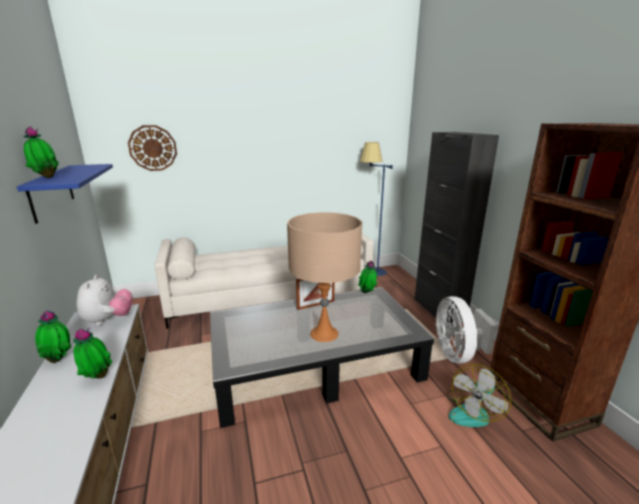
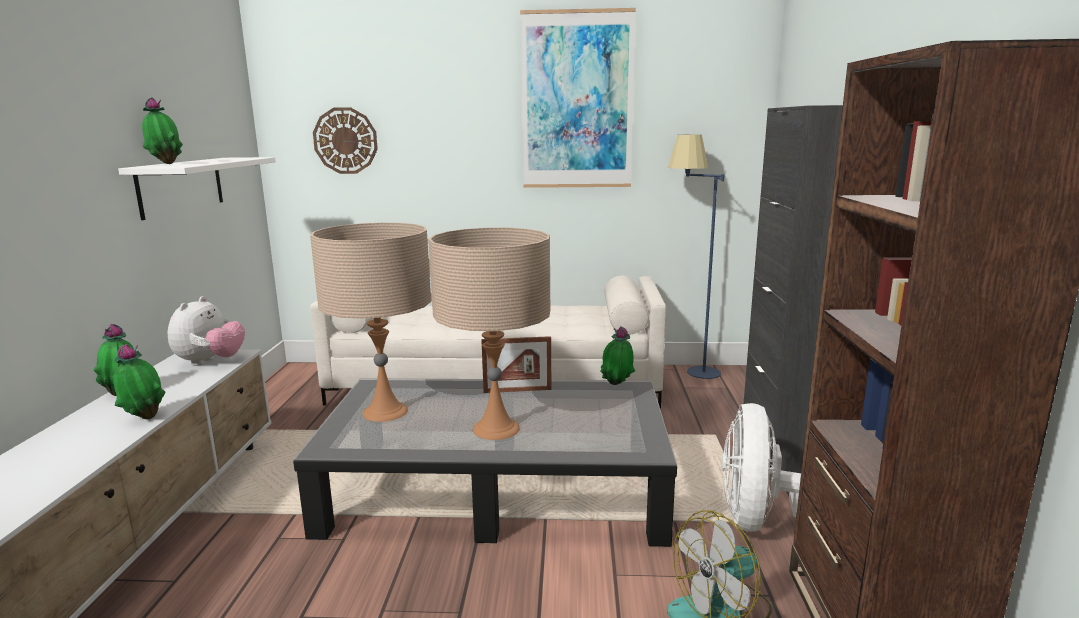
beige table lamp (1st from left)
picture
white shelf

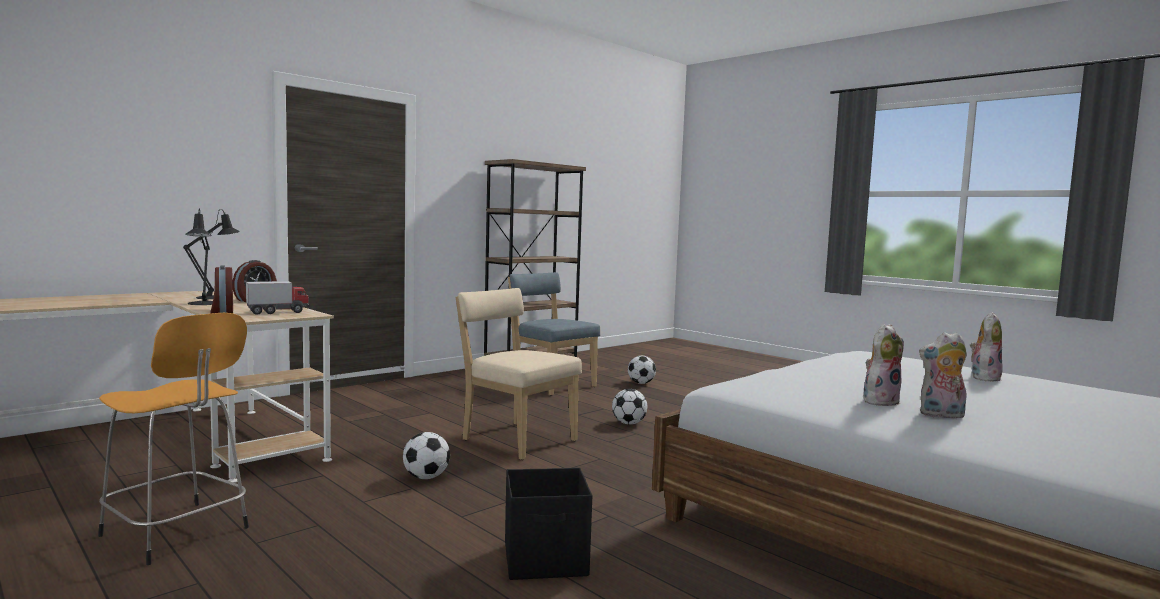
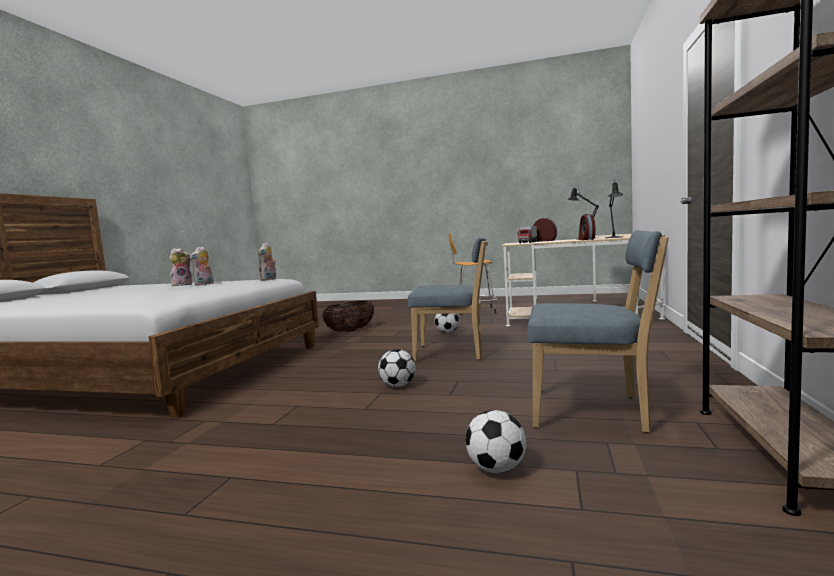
plush toy (3rd from left)
basket
blue chair (1st from left)

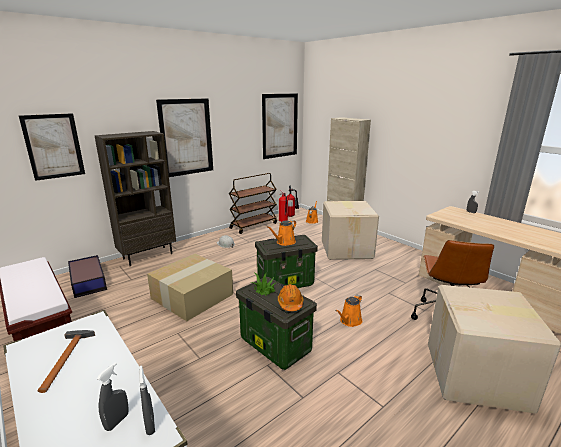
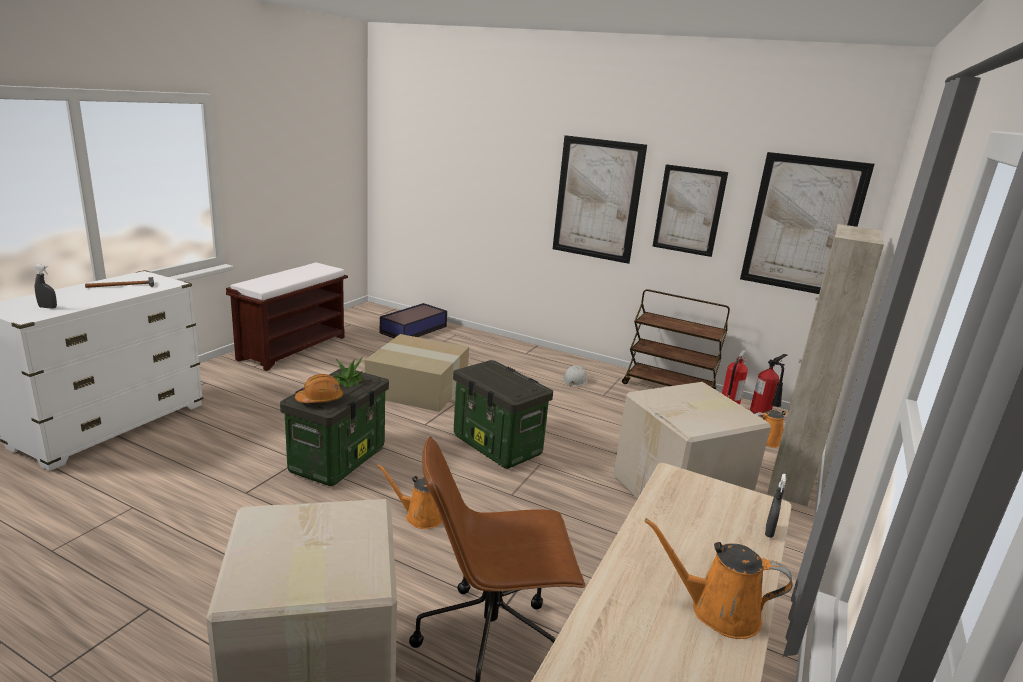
brown bookcase
grey spray bottle (2nd from left in the first image)
picture (2nd from left)
orange watering can (2nd from left)

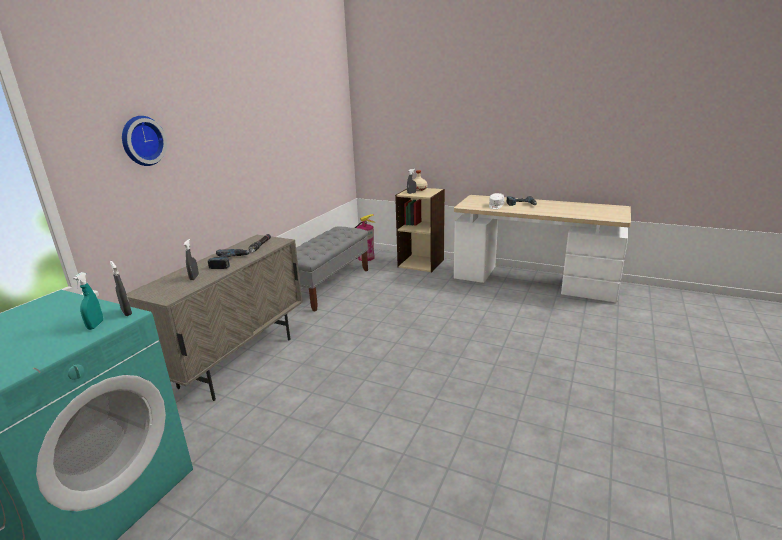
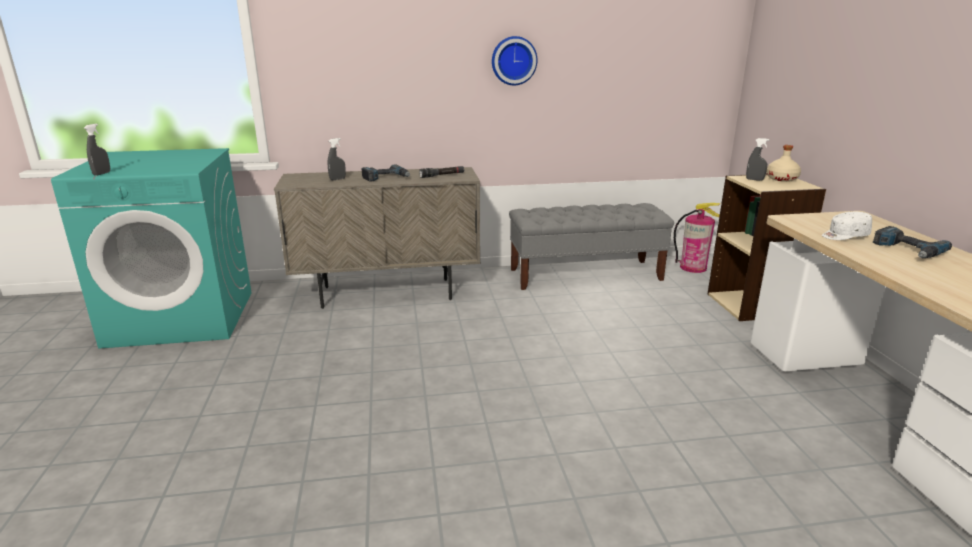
turquoise spray bottle
grey spray bottle (1st from left)
wall clock

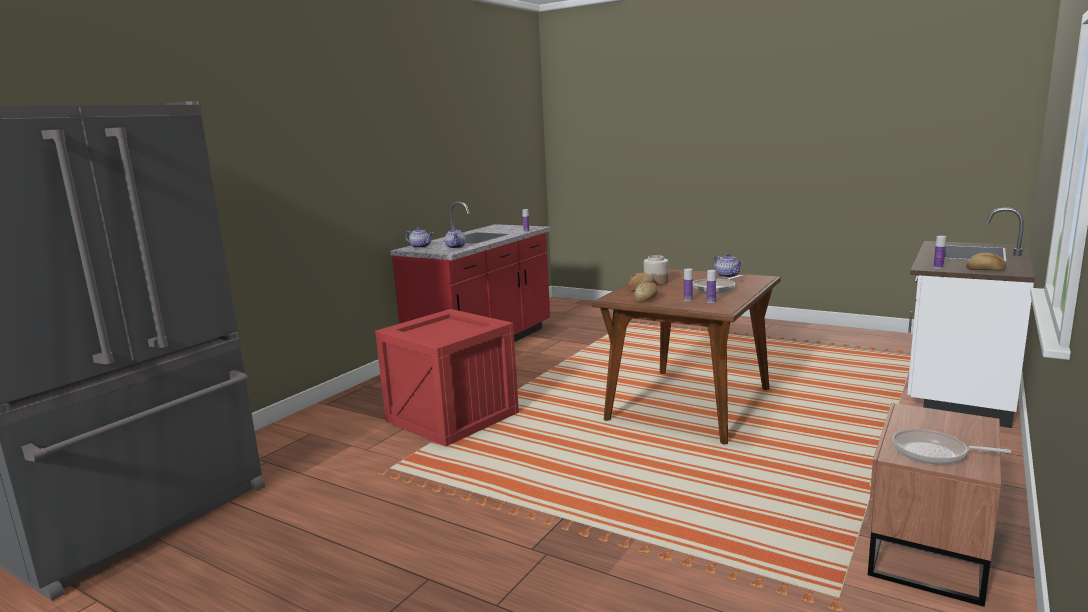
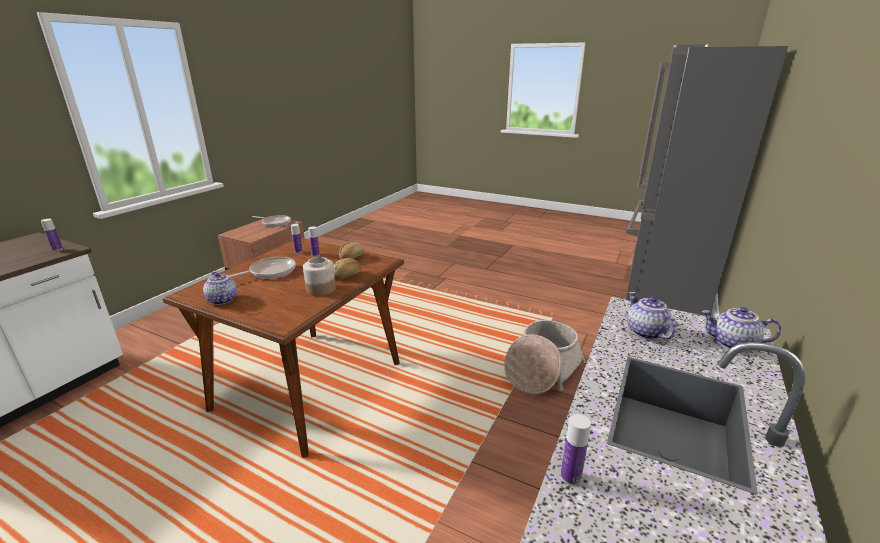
bread (3rd from left in the first image)
basket

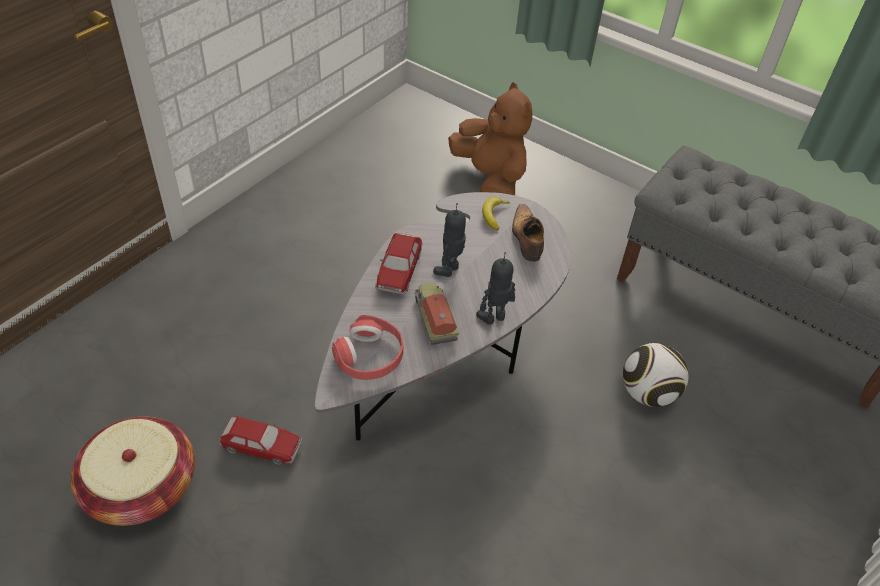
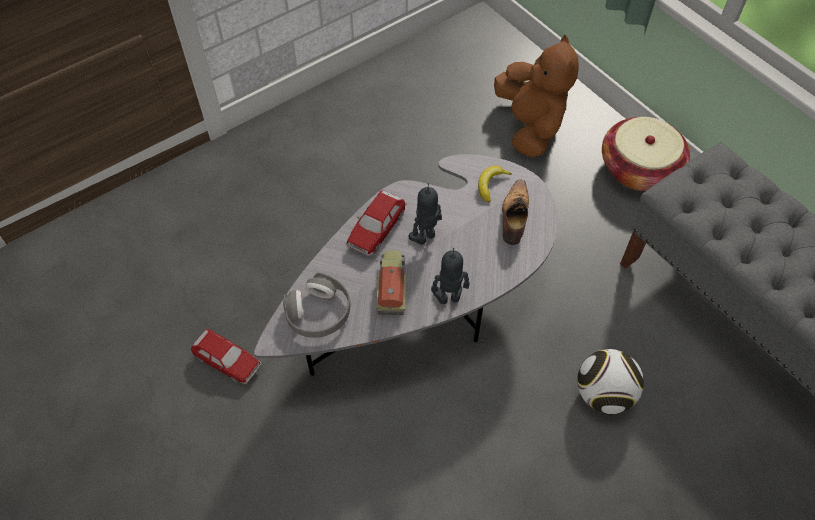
basket
grey headphones

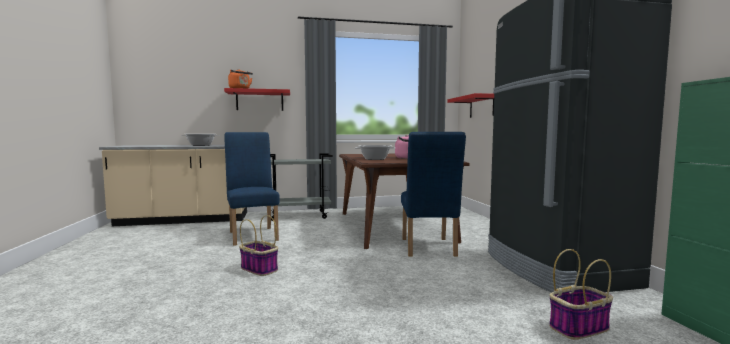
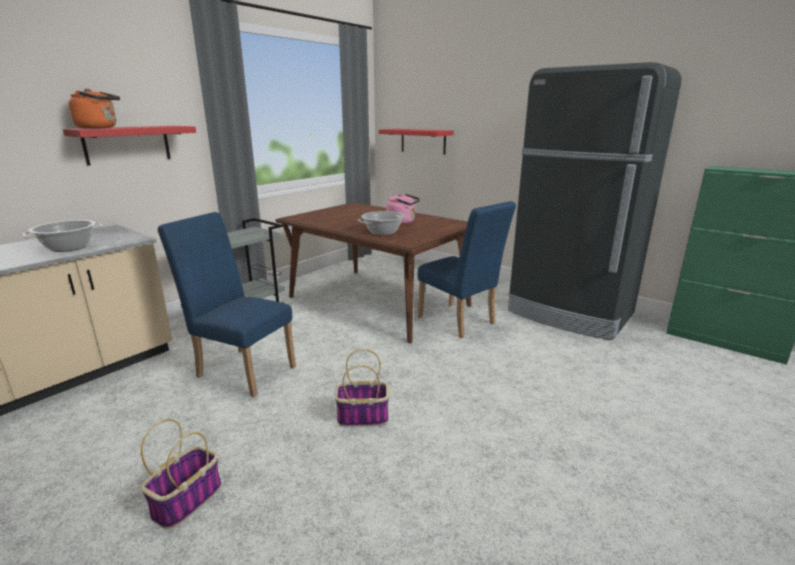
basket (1st from left)

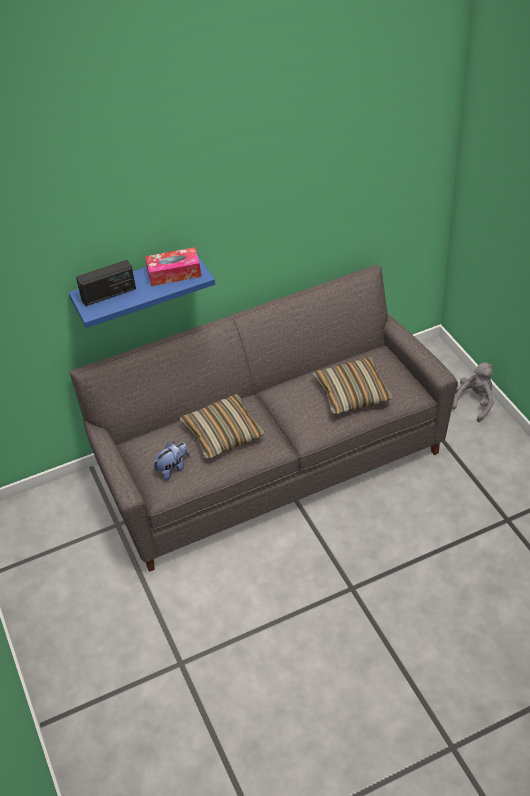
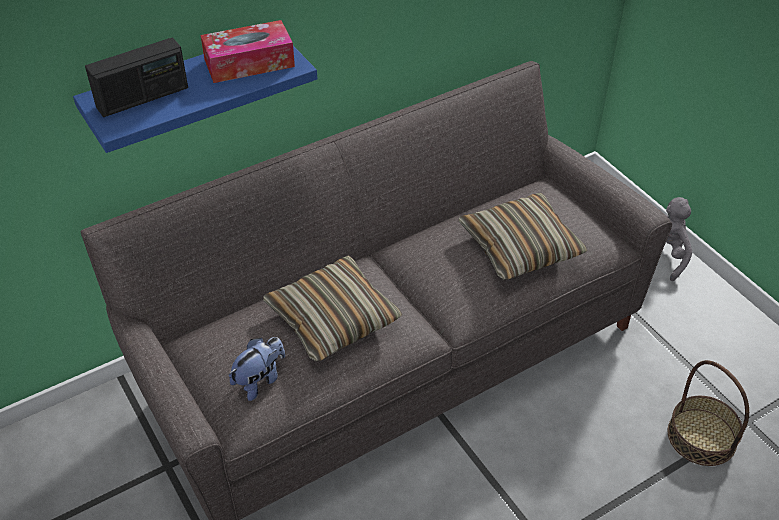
basket

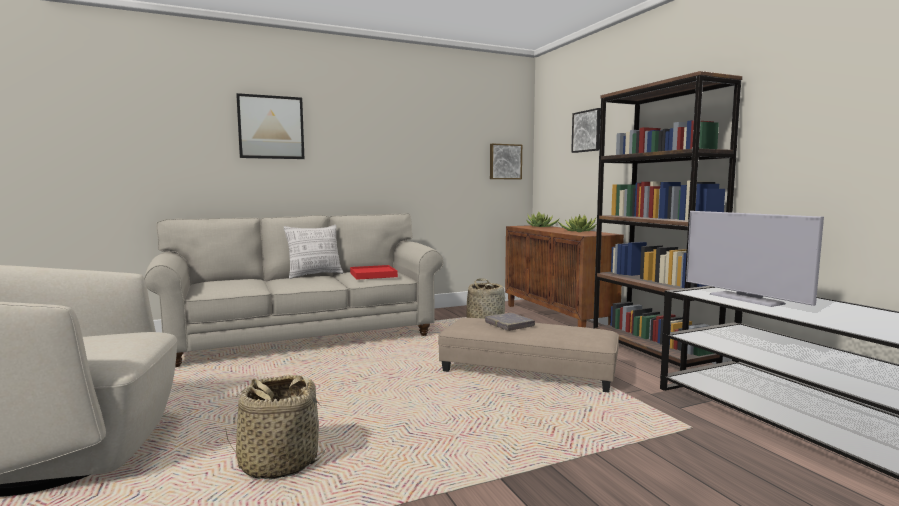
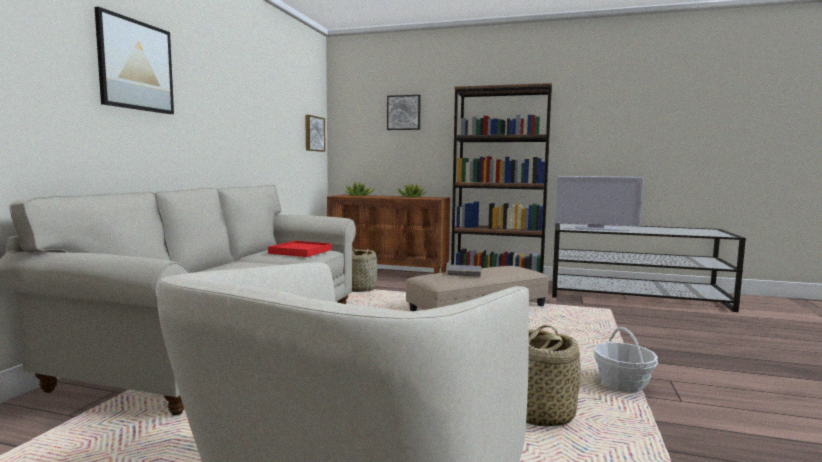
pillow
basket (3rd from left)

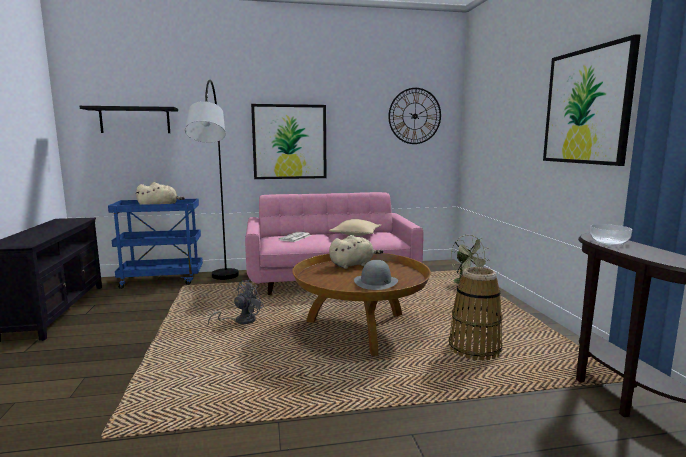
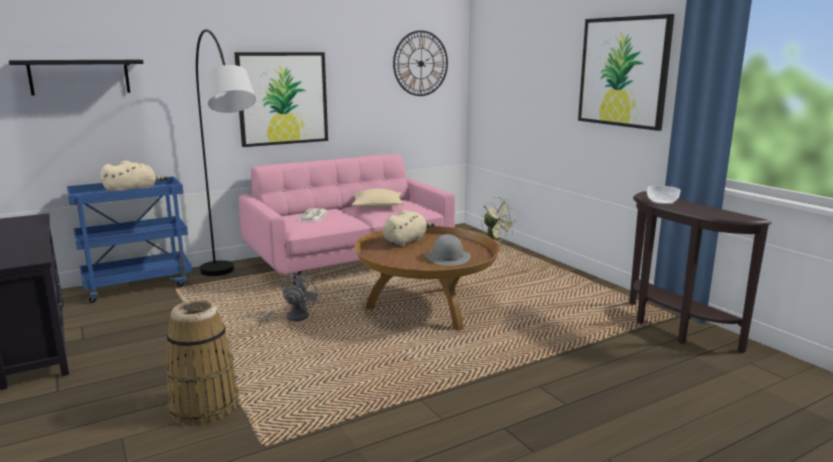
basket

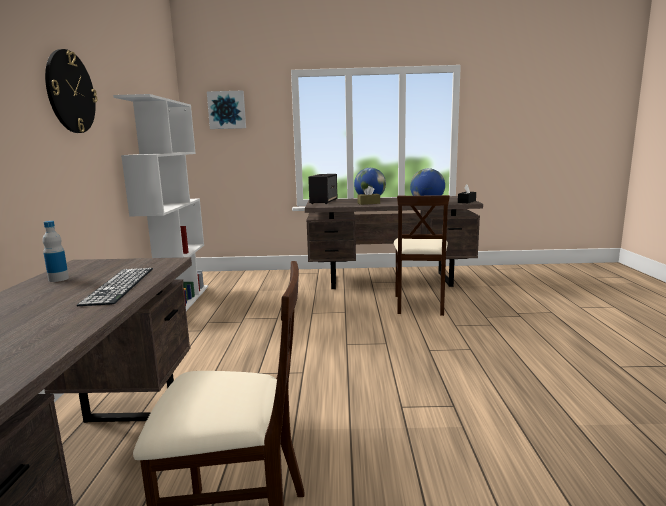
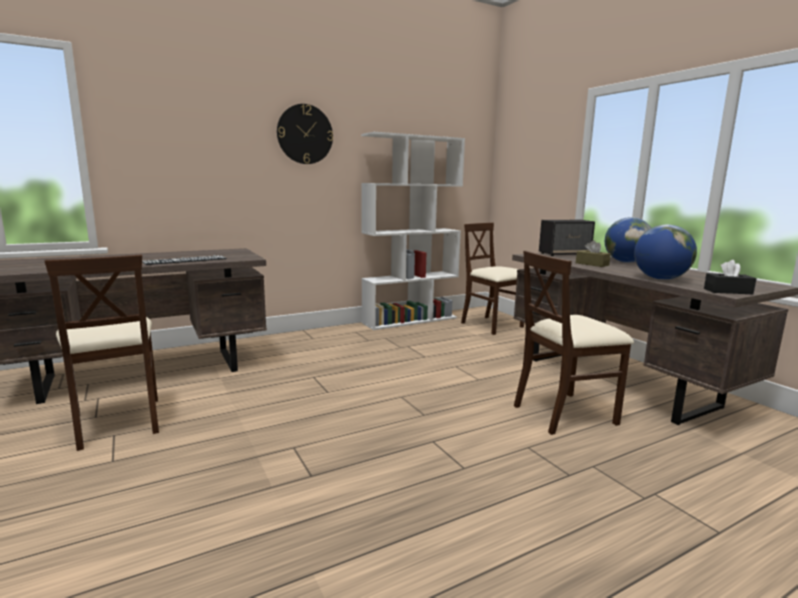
bottle
picture
beige chair (2nd from left)

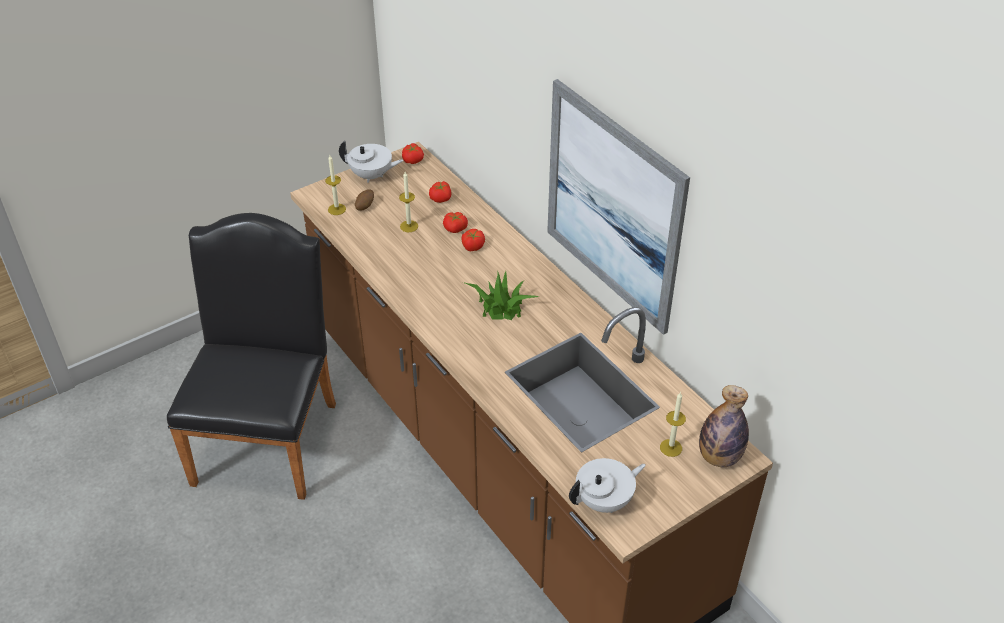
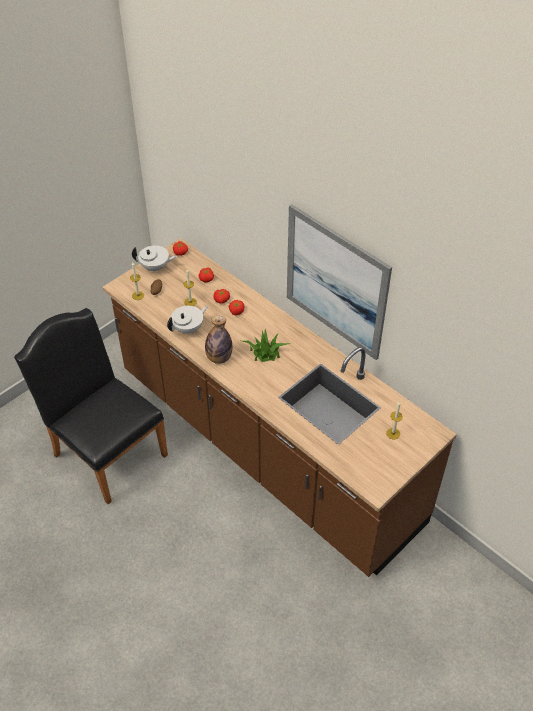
white teapot (2nd from left)
bottle
black chair

